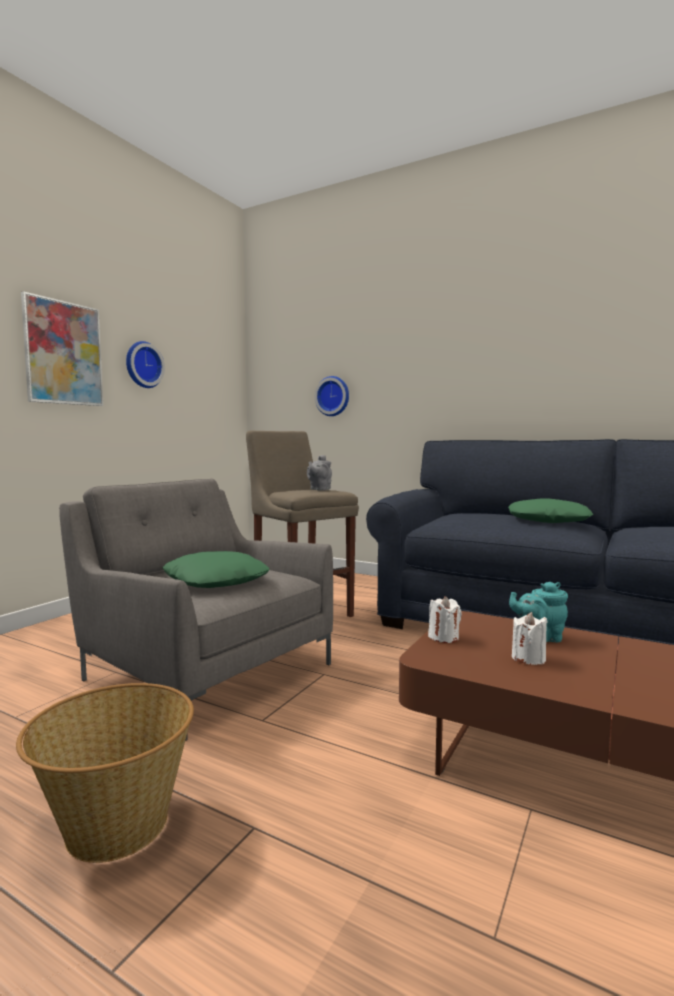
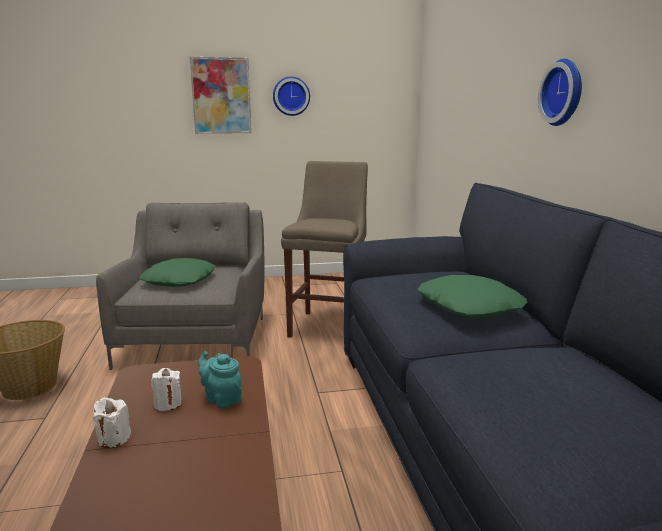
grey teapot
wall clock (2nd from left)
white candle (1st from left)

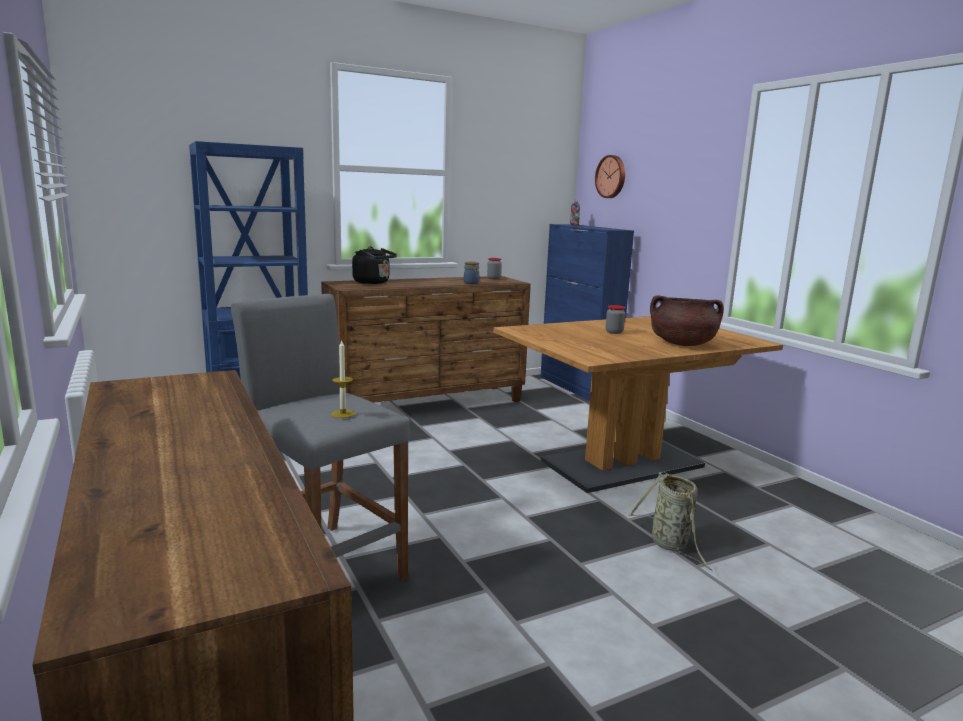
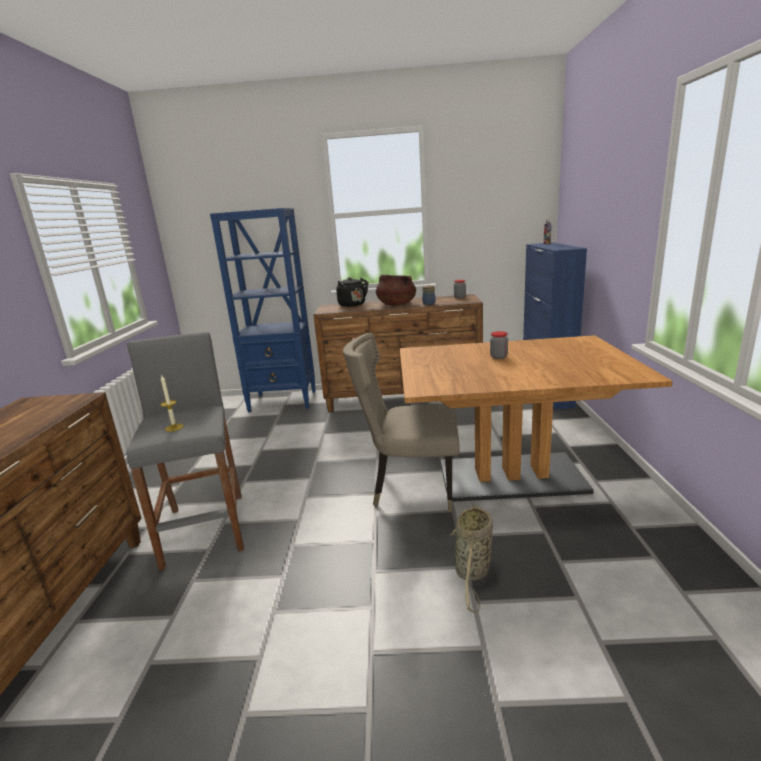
wall clock
beige chair
brown cooking pot

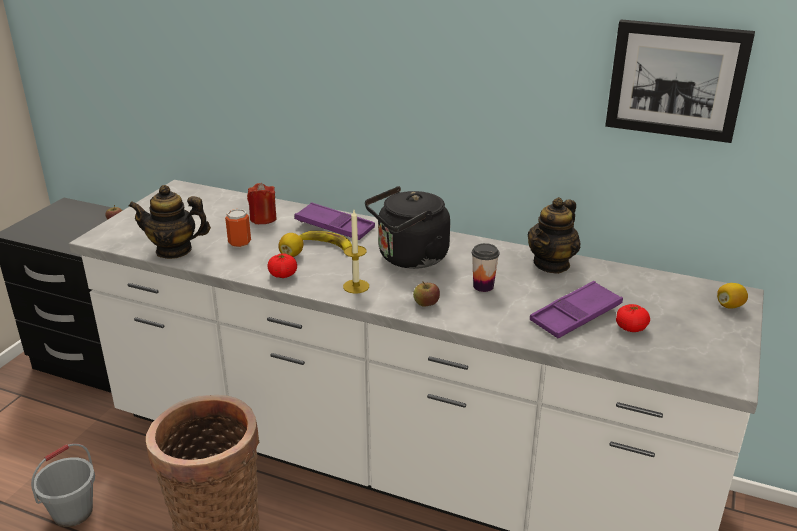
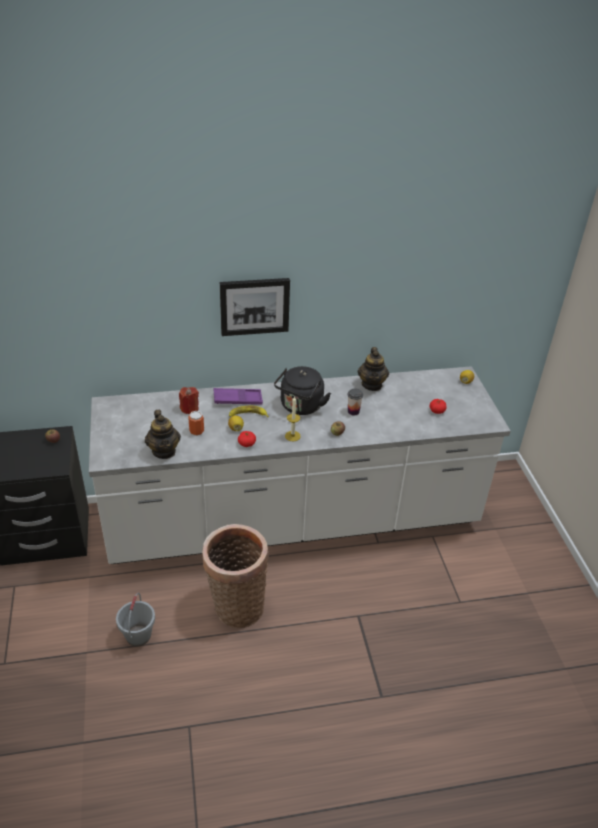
purple tray (2nd from left in the first image)
picture
teapot (1st from left)

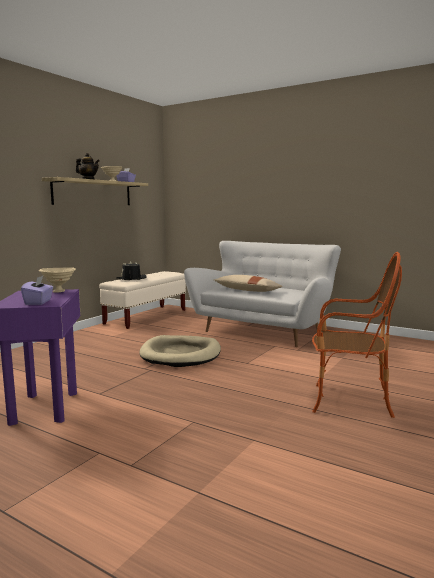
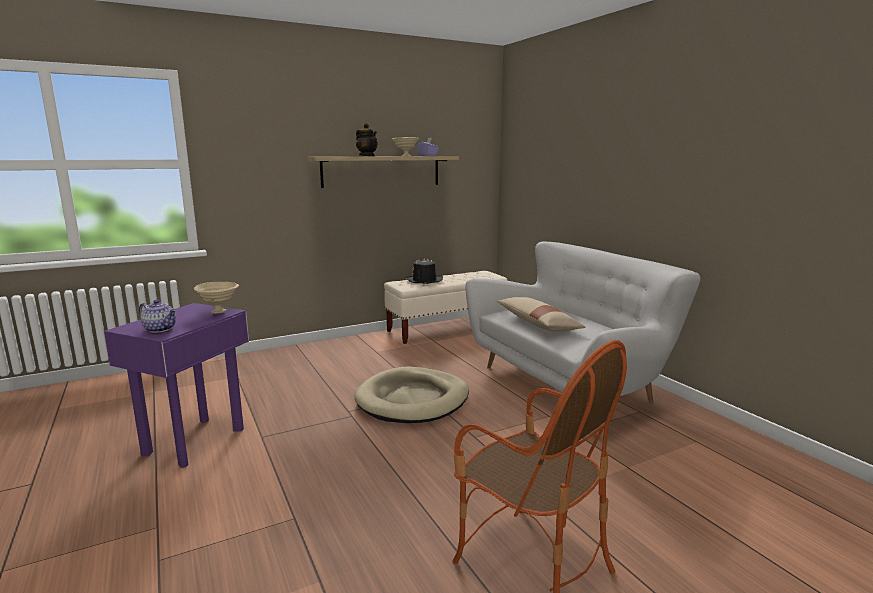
teapot (1st from left)

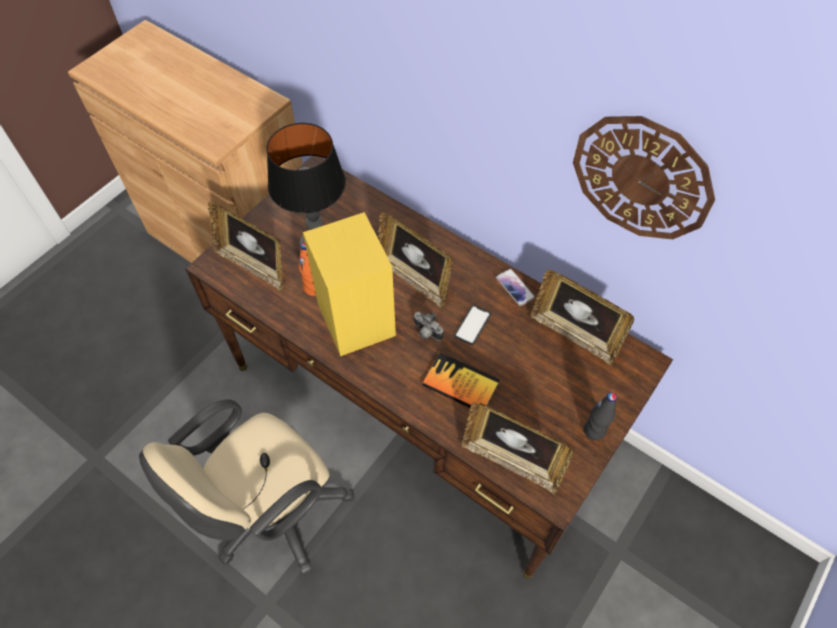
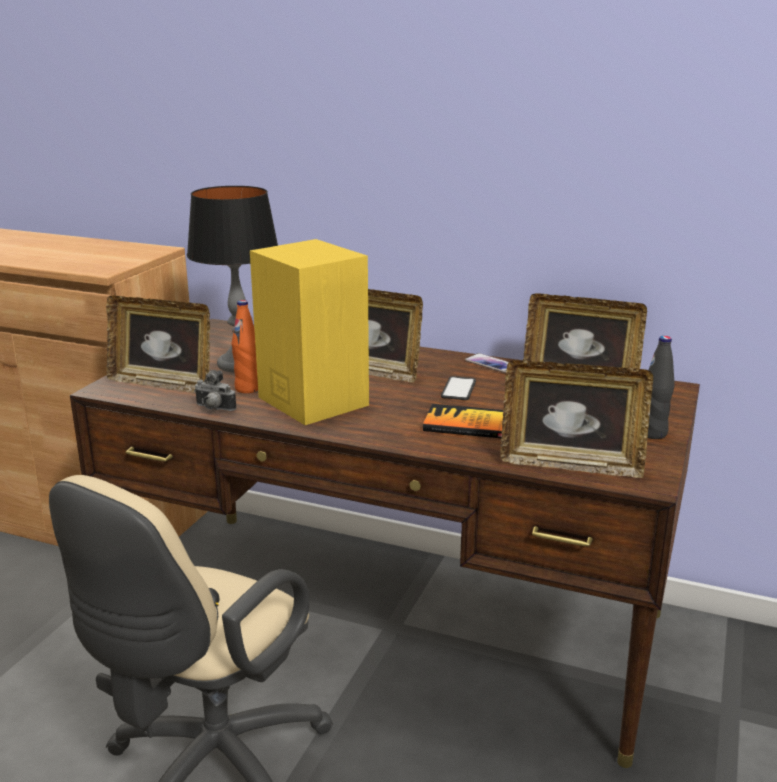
wall clock
photo camera

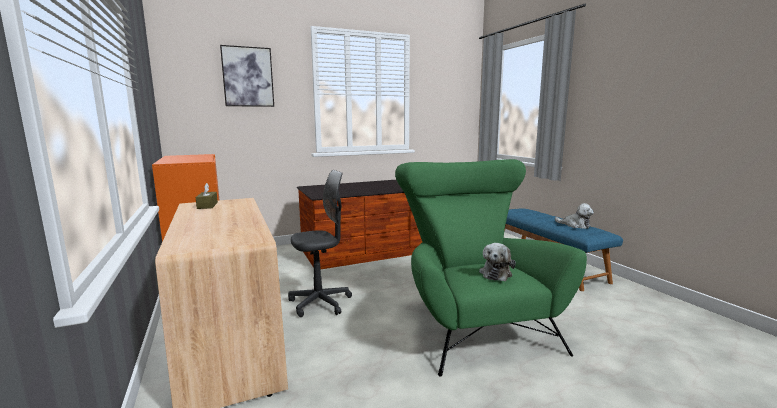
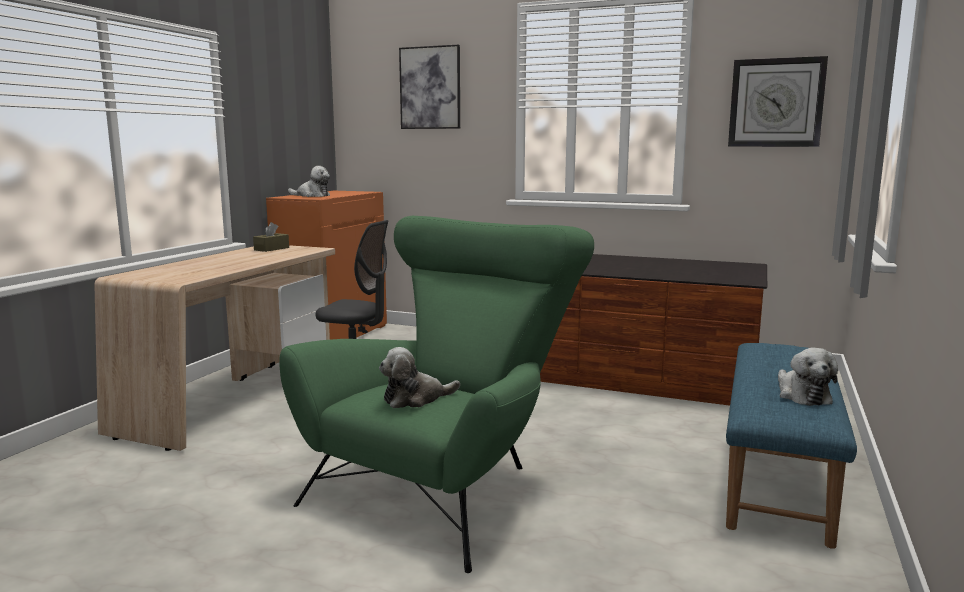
plush toy (1st from left)
wall clock

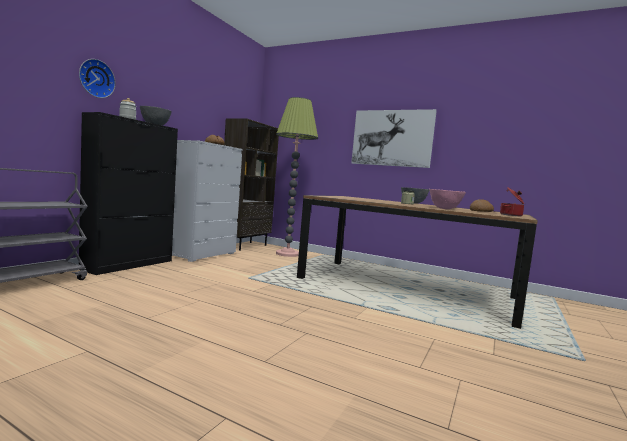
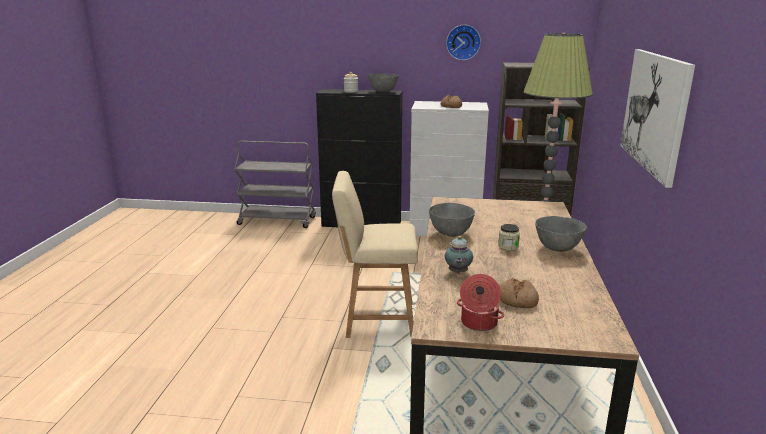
beige chair
grey bowl (2nd from left)
wall clock
teapot

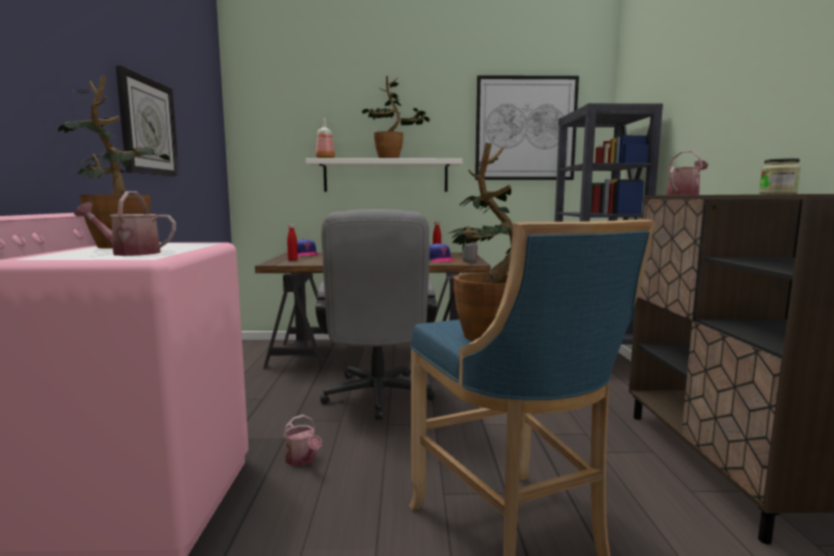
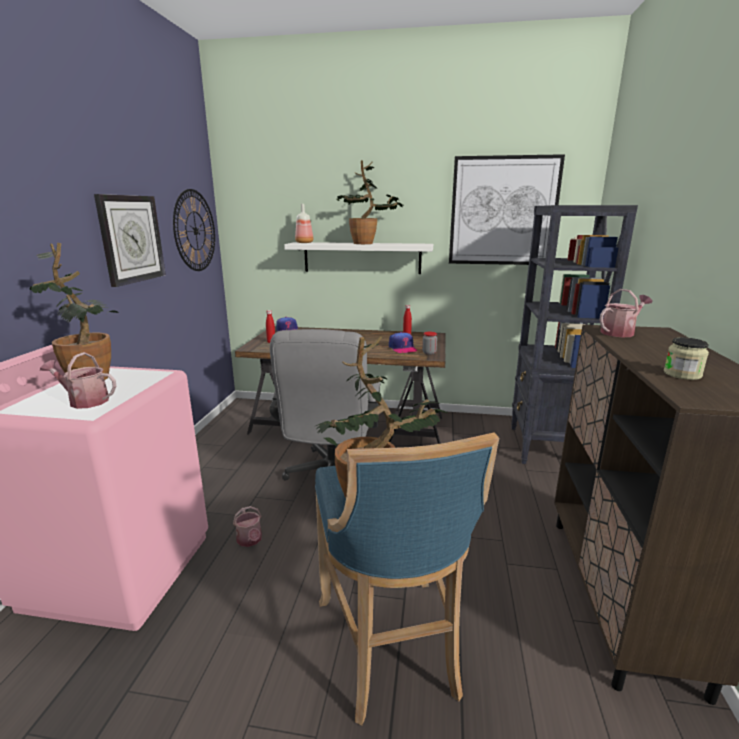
wall clock (2nd from left)

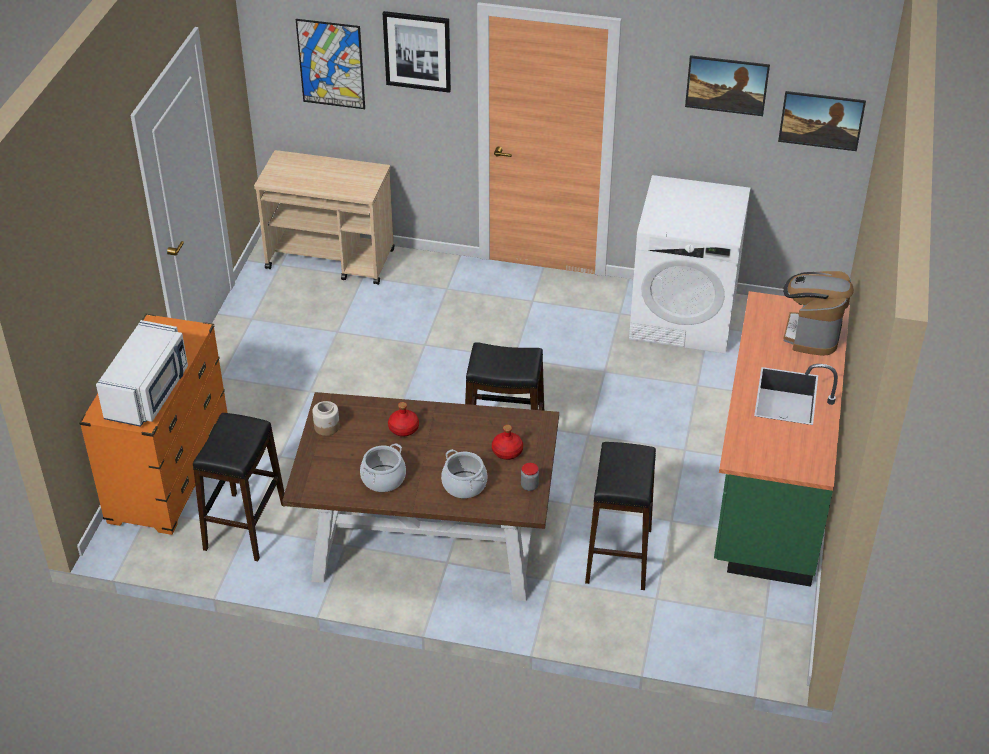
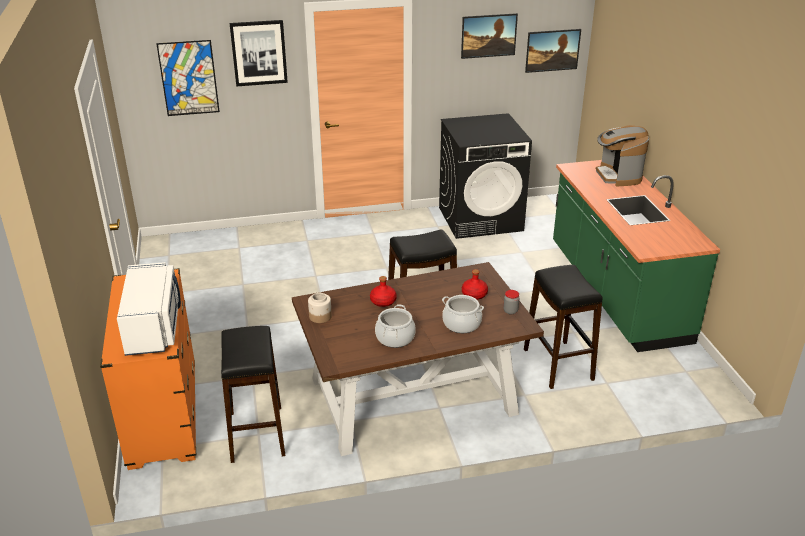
beige cart
black washing machine

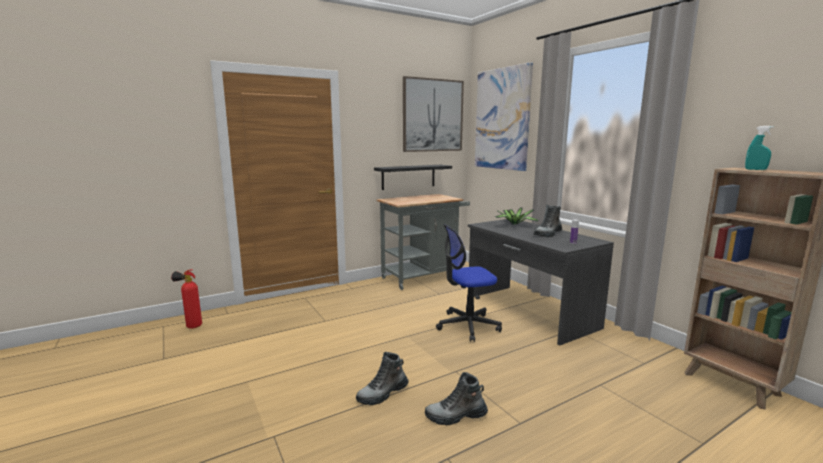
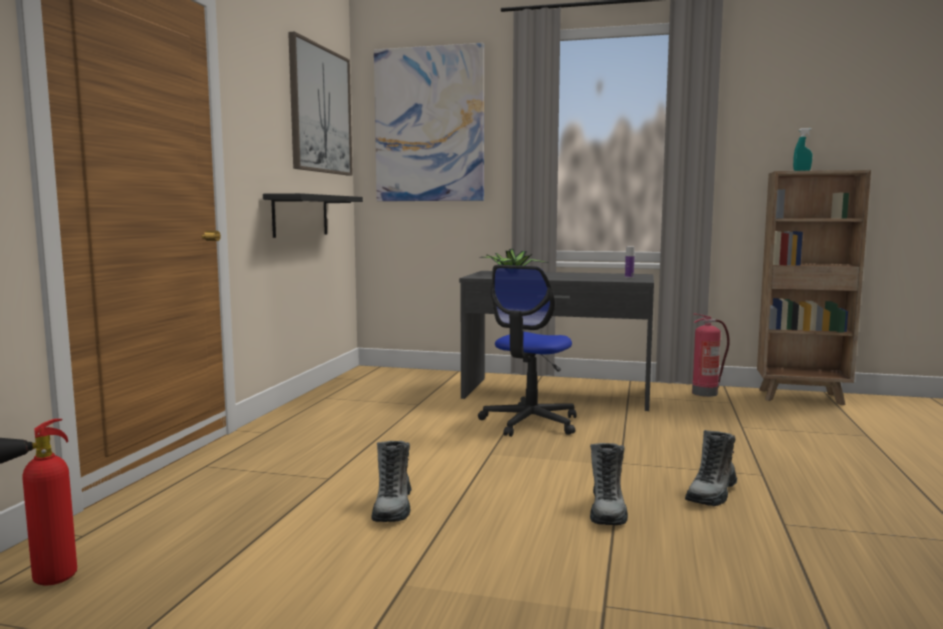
grey cart
fire extinguisher (2nd from left)
boot (1st from left)

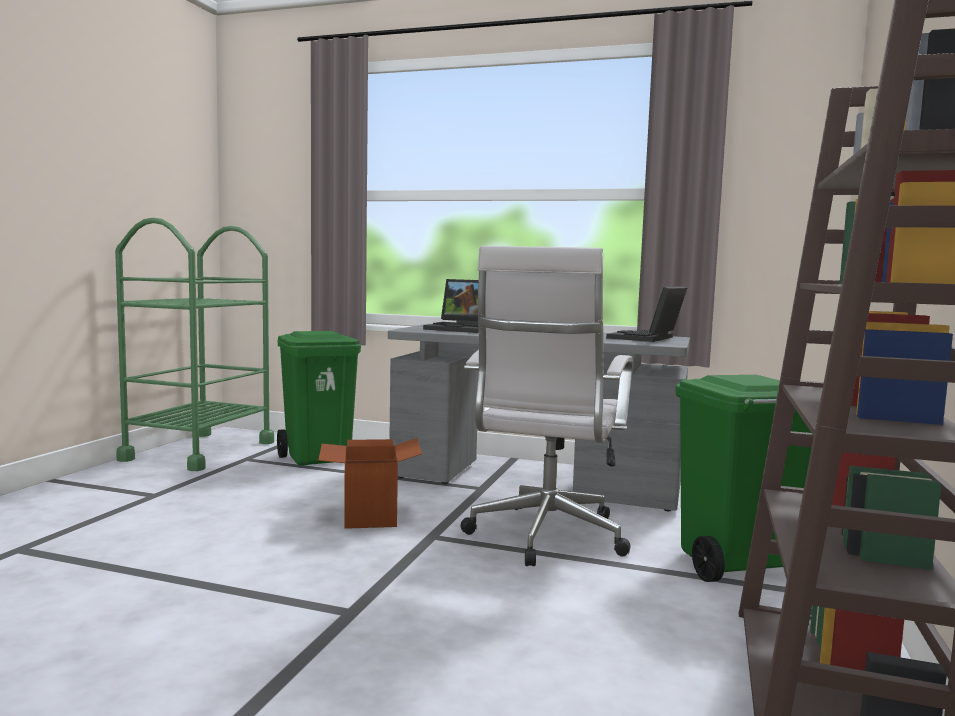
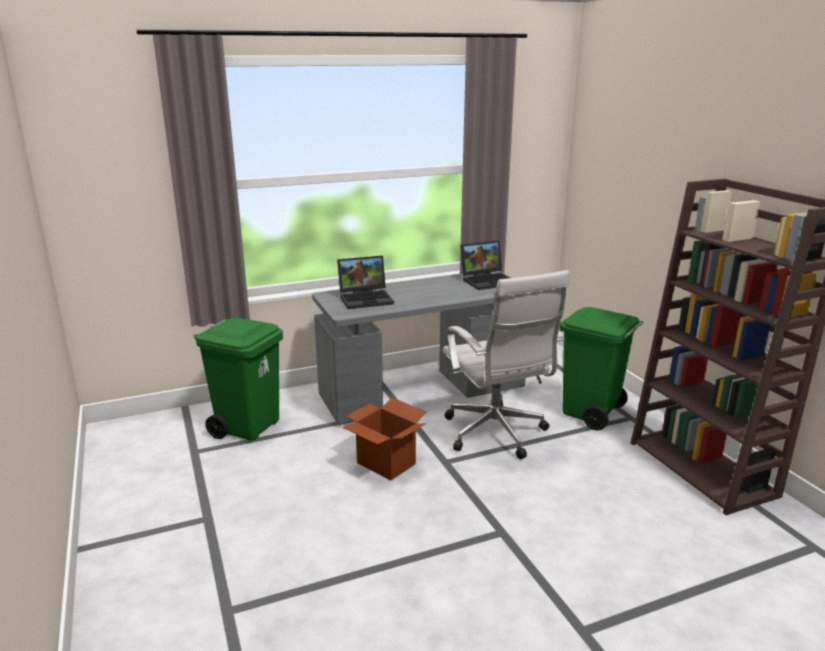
green cart
laptop (2nd from left)

